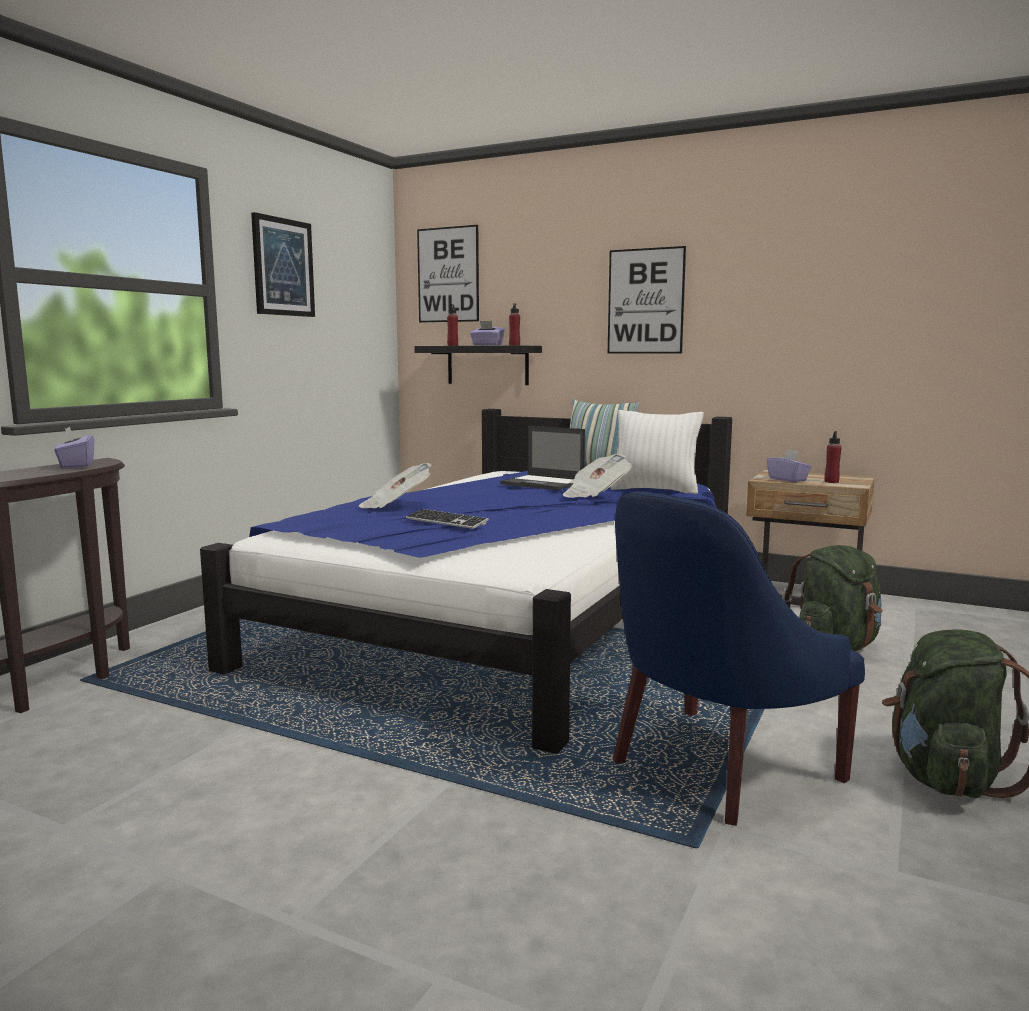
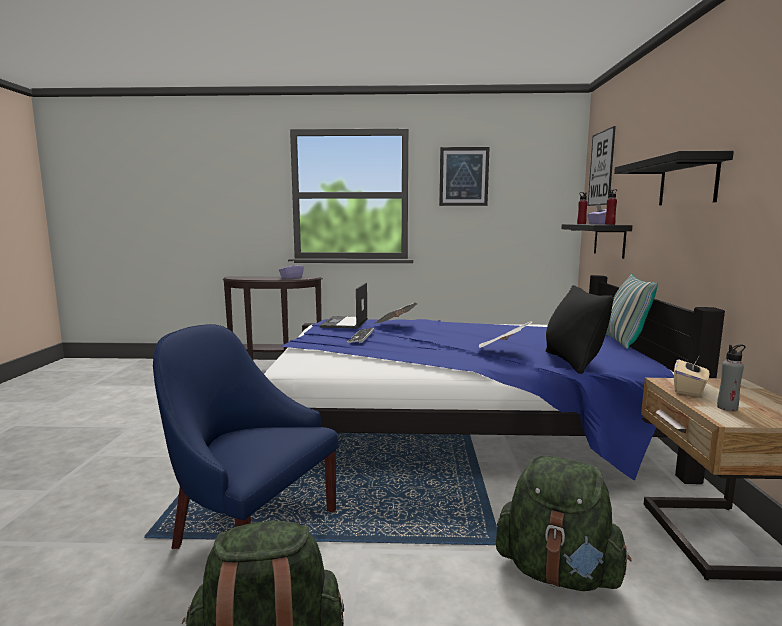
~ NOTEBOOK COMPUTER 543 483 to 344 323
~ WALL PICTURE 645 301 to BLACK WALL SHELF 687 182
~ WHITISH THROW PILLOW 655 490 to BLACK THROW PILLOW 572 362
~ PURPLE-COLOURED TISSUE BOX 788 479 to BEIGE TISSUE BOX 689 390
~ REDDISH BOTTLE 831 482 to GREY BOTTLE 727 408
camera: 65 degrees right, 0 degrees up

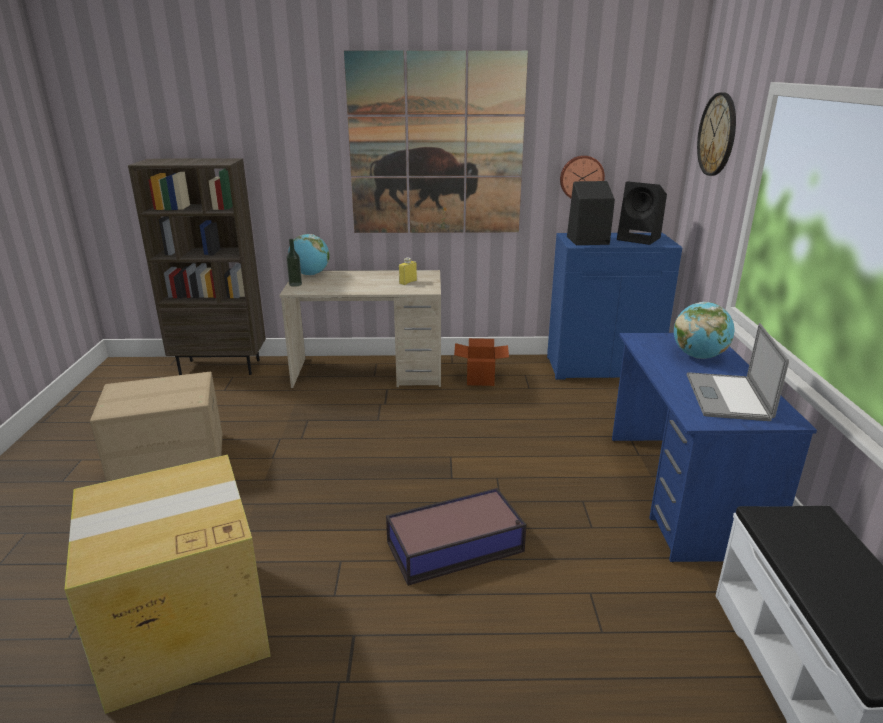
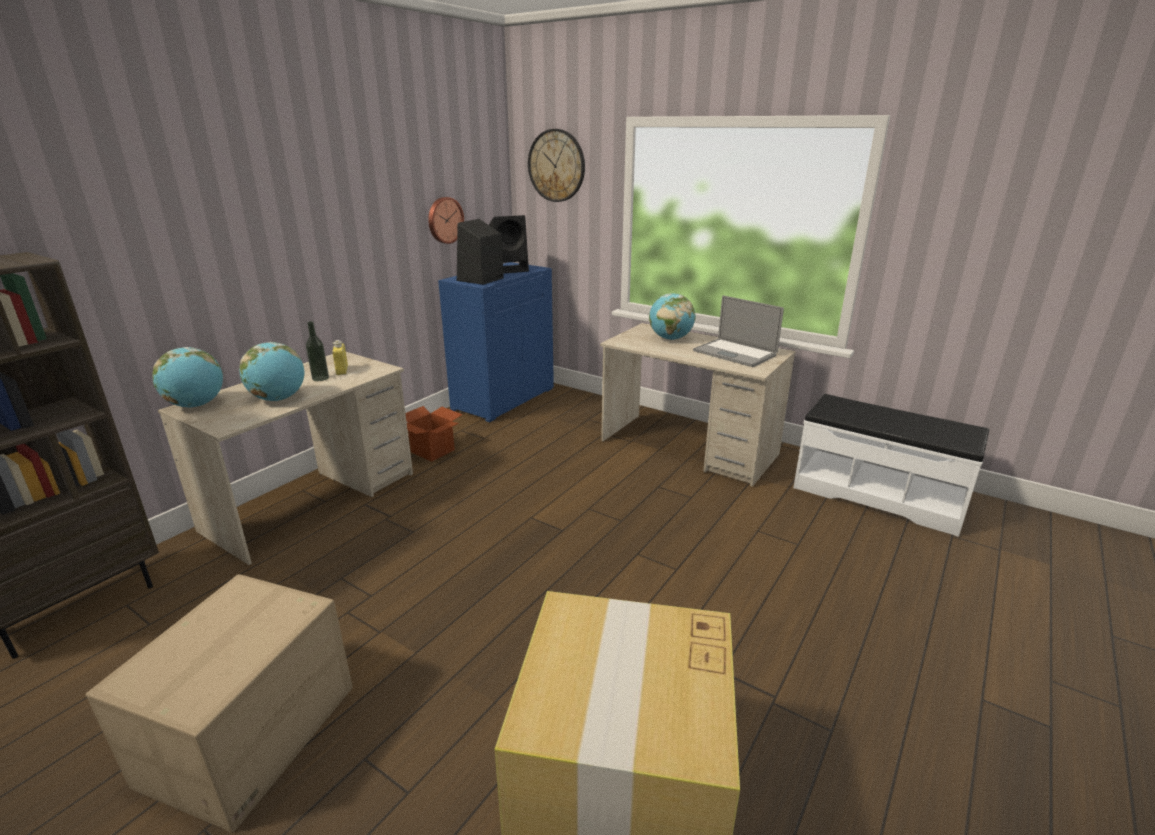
~ BOTTLE 295 284 to 320 378
- WALL PICTURE 436 146
- STORAGE CONTAINER 457 547
~ BLUE-COLOURED DESK 682 492 to BEIGE DESK 688 448
+ WORLD GLOBE 278 399
camera: 55 degrees left, 0 degrees up

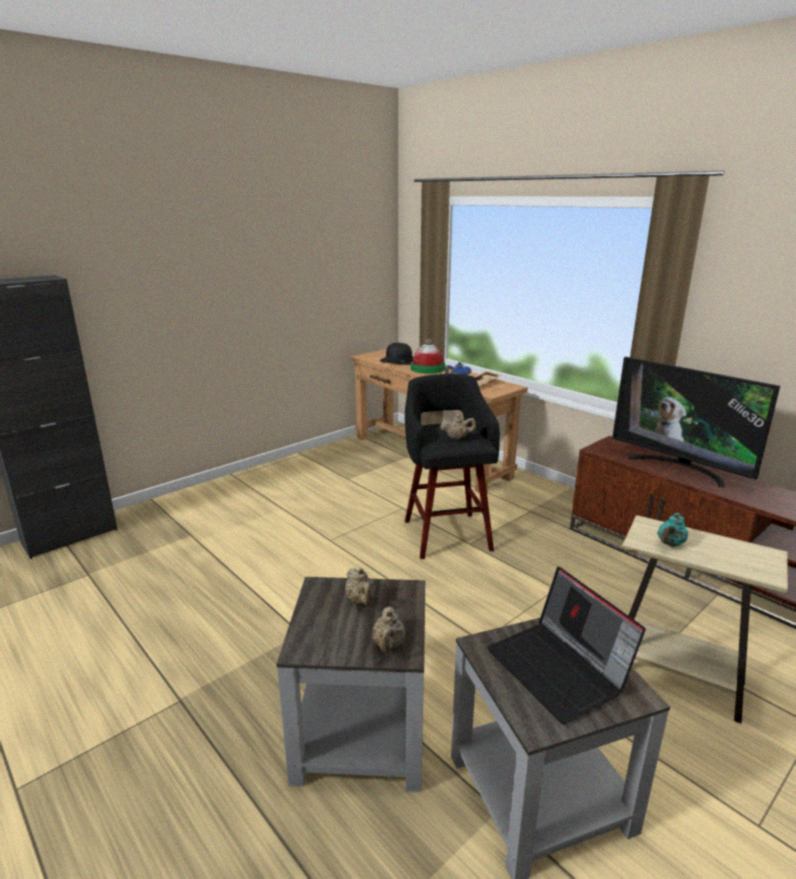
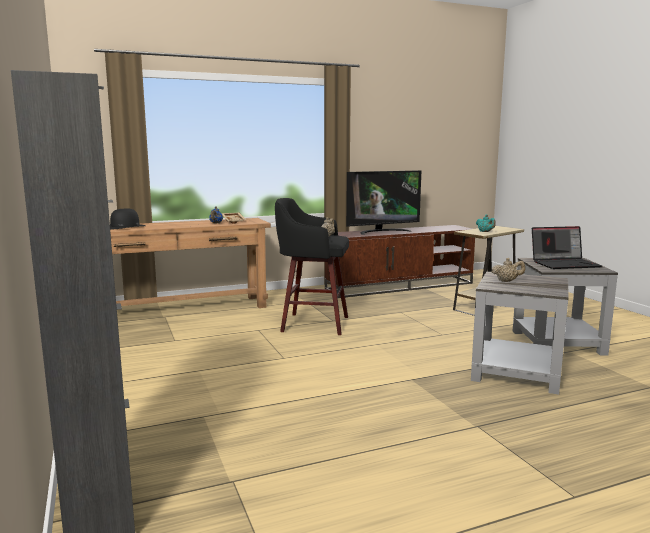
- BEIGE TEAPOT 388 645
- WEARABLE HAT 428 369
camera: 70 degrees left, 10 degrees down

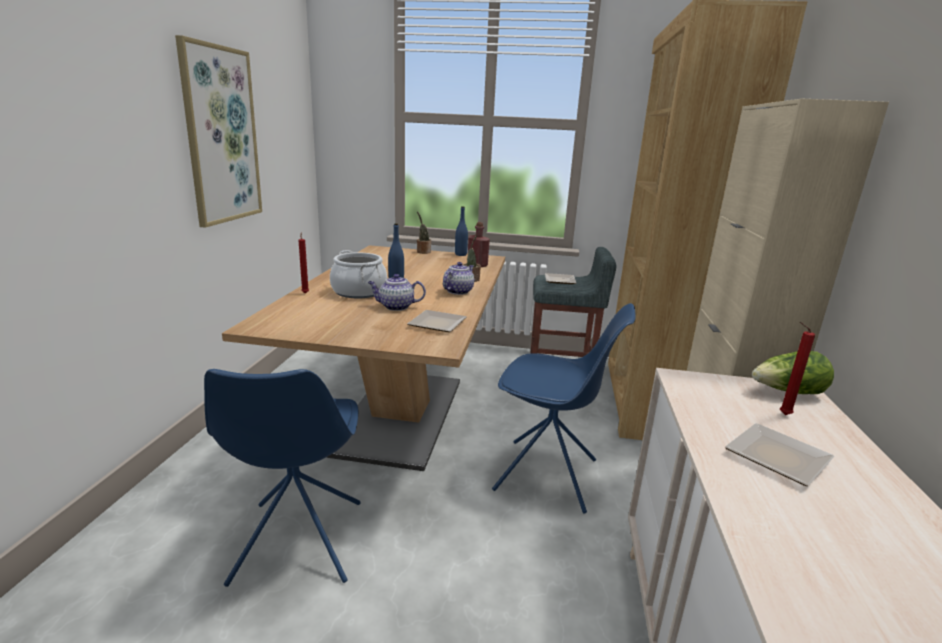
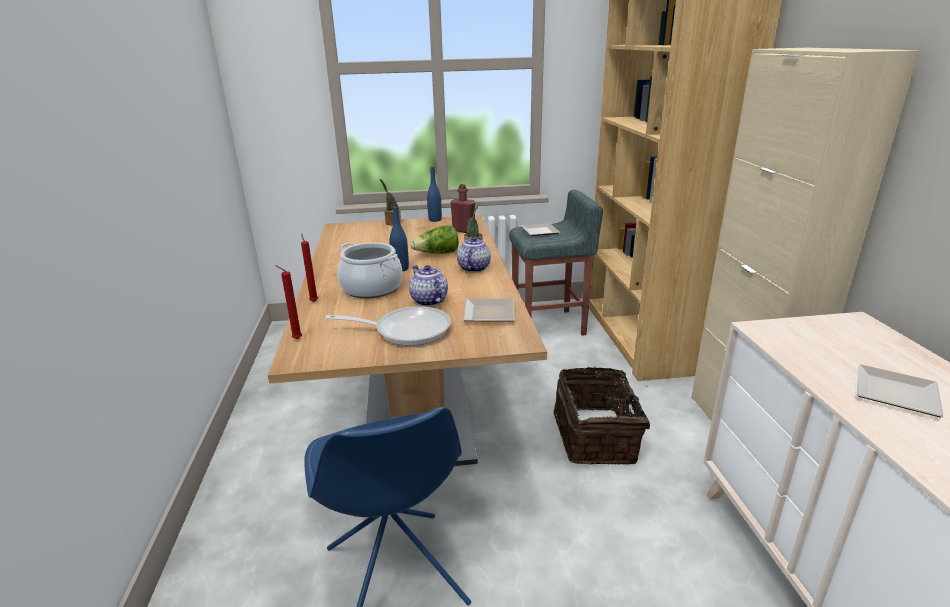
- WALL PICTURE 221 136
~ TEAPOT 395 307 = 428 300 75 degrees clockwise
~ BLUE-COLOURED PLAIN CHAIR 548 475 to STORAGE BASKET 597 436
~ HEAD OF LETTUCE 787 392 to 437 254
~ REDDISH WAX CANDLE 782 414 to 295 339
+ PAN 406 330
camera: 15 degrees left, 5 degrees up

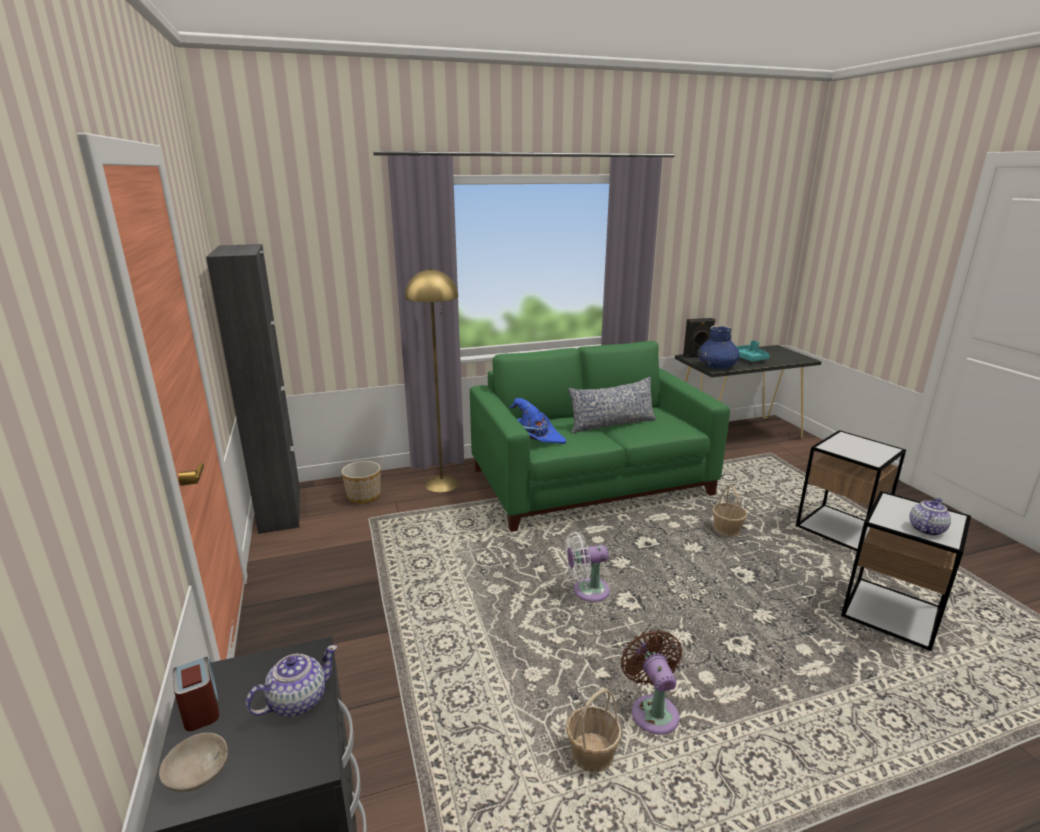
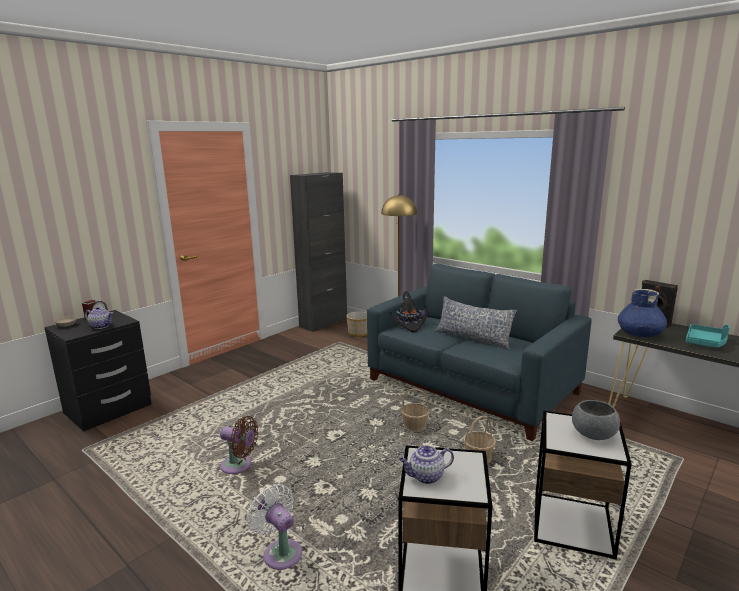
~ GREENISH SOFA 591 482 to BLUE-COLOURED SOFA 471 387
~ BLUE-COLOURED WEARABLE HAT 533 438 to BLACK WEARABLE HAT 408 323
~ WHITISH COOLING FAN 587 591 to 280 552
~ STORAGE BASKET 591 753 to 414 426
~ BROWNISH COOLING FAN 653 710 = 239 466 60 degrees clockwise
~ TEAPOT 926 529 = 425 477 150 degrees clockwise
+ GREY BOWL 593 434
camera: 60 degrees right, 5 degrees down

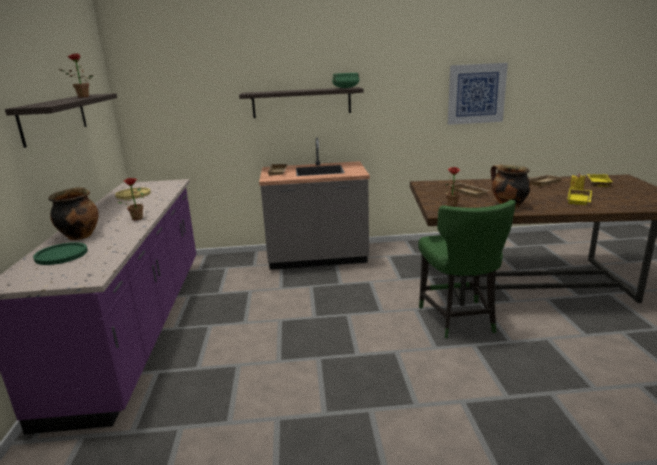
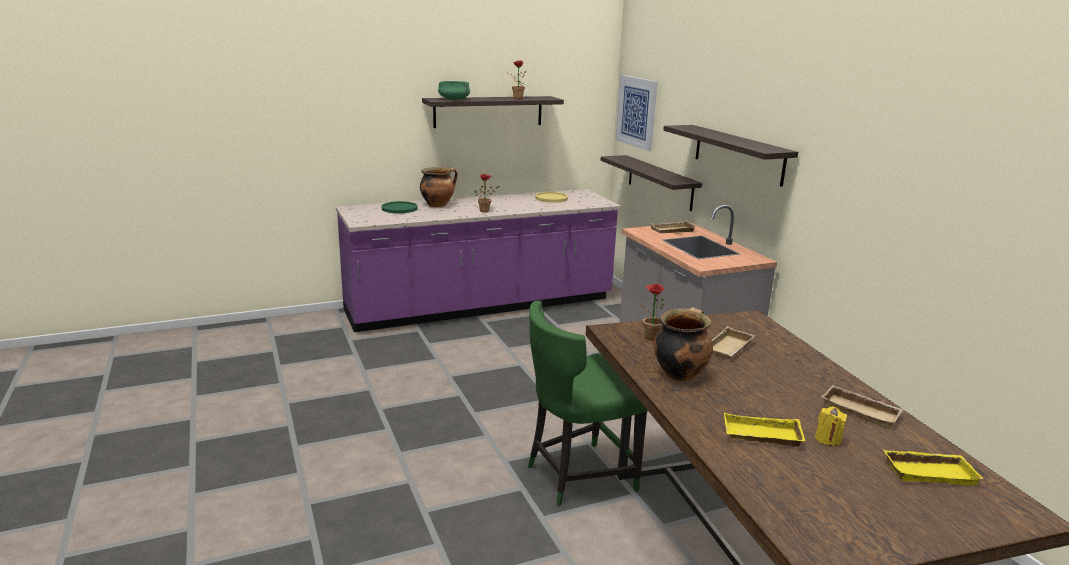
~ GREENISH STOCKPOT 346 88 to 453 99
~ WALL PICTURE 476 94 to 636 112
+ WALL SHELF 660 182
camera: 70 degrees right, 0 degrees up

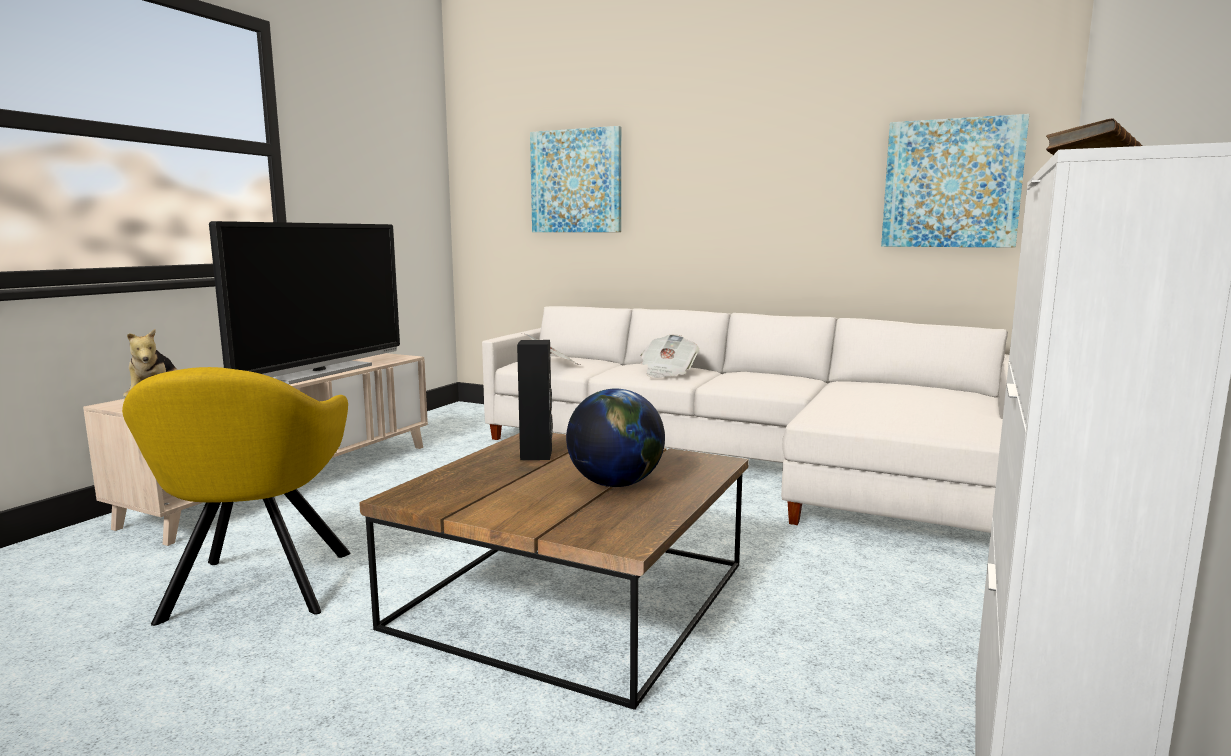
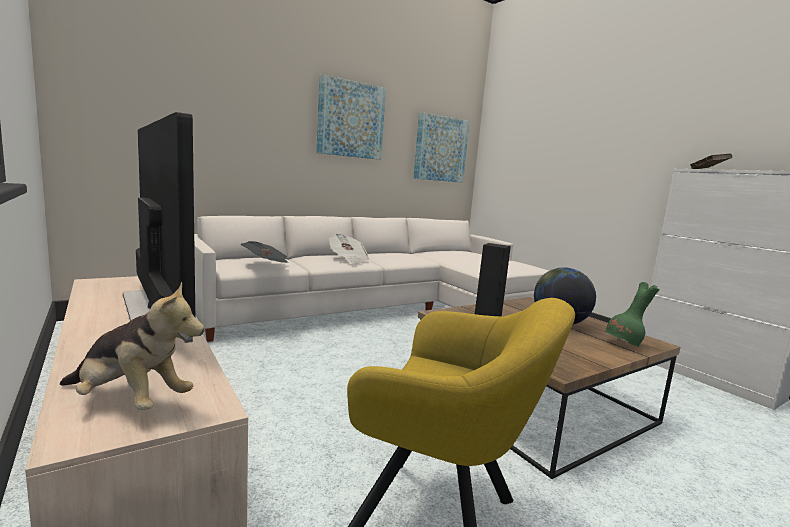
~ WALL PICTURE 576 181 to 350 119
+ GREENISH VASE 624 344
camera: 60 degrees left, 0 degrees up

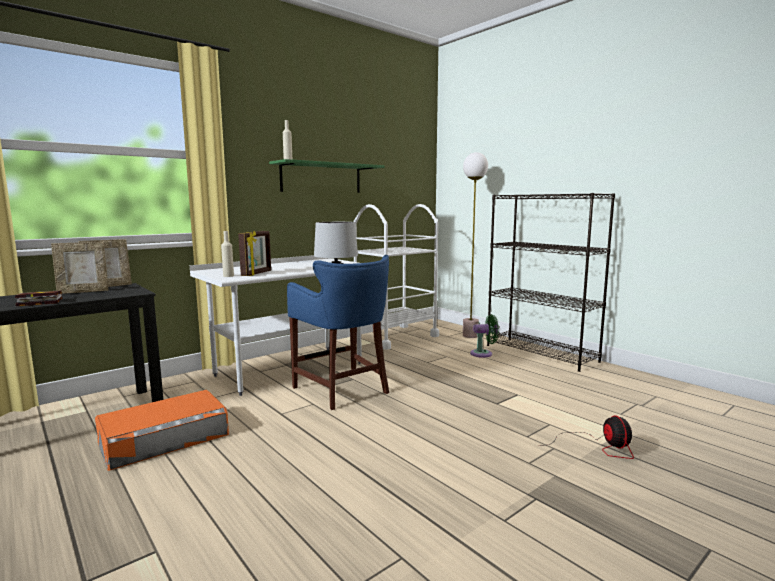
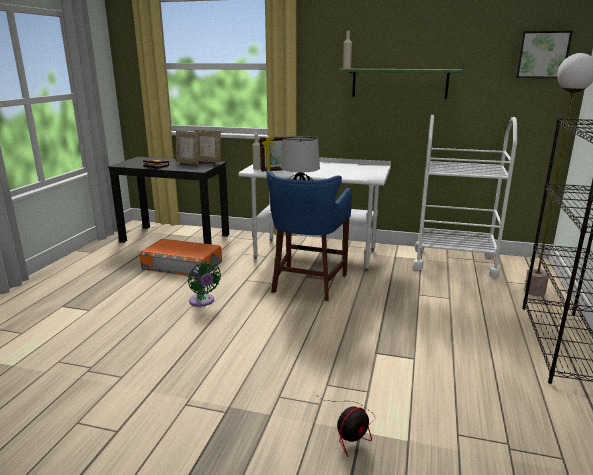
~ GREENISH COOLING FAN 483 354 to 203 301
+ WALL PICTURE 542 55
camera: 55 degrees right, 10 degrees up

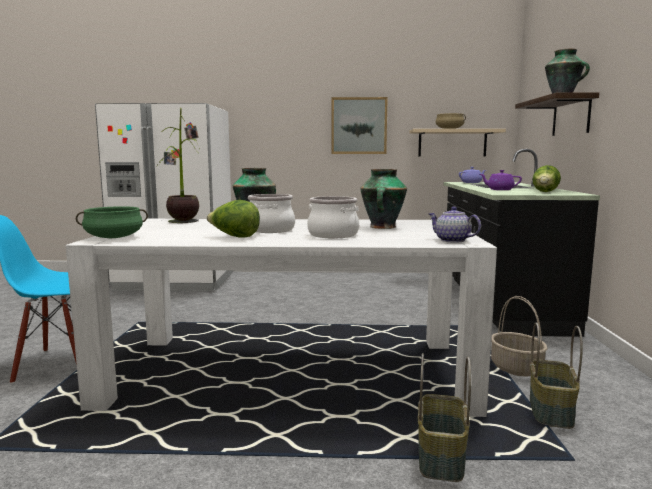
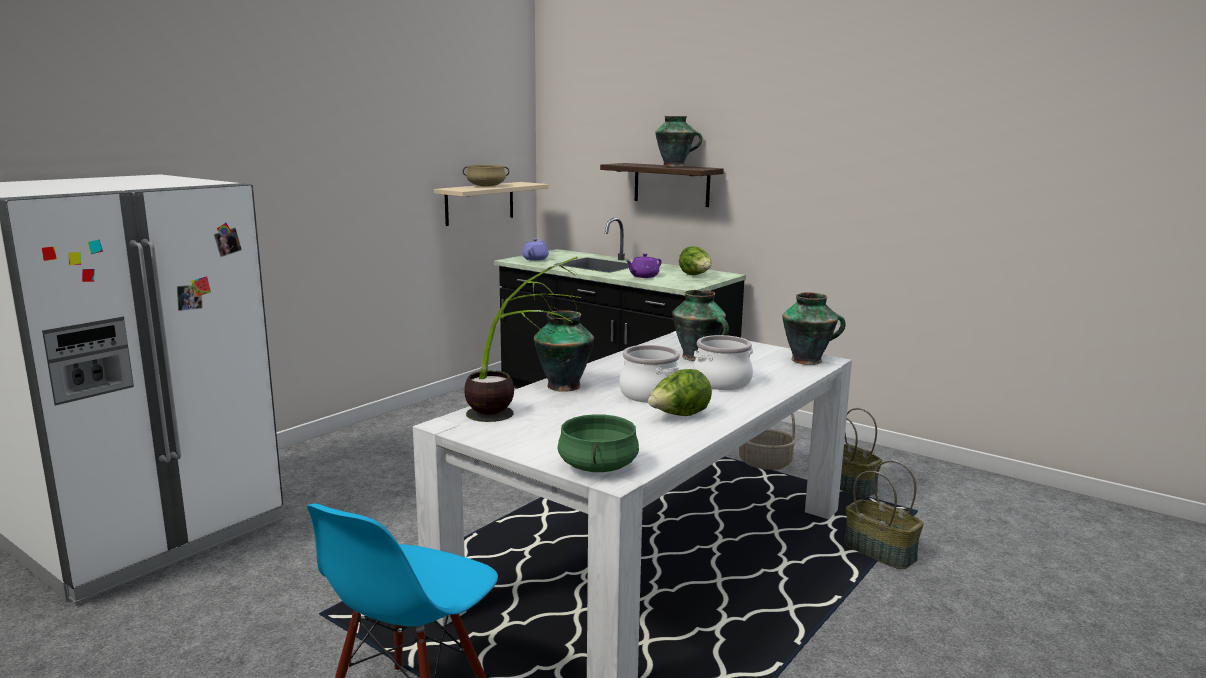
- WALL PICTURE 359 126
~ TEAPOT 452 240 to VASE 808 360
camera: 55 degrees left, 5 degrees up

